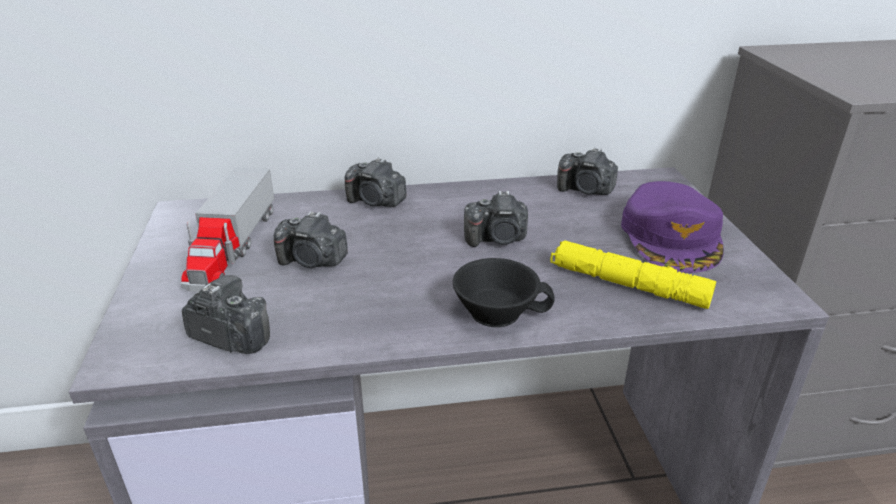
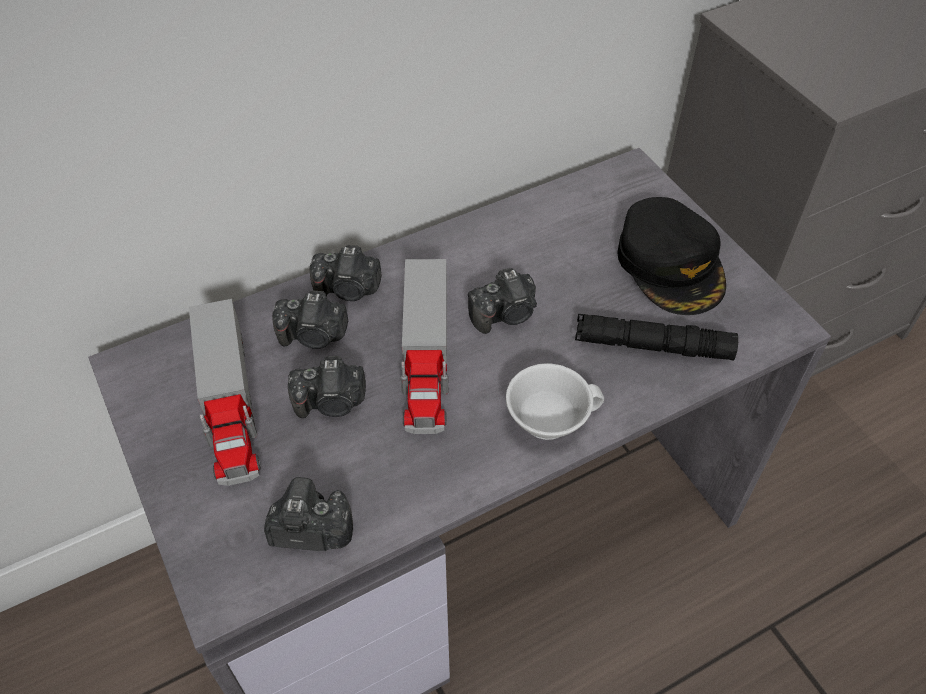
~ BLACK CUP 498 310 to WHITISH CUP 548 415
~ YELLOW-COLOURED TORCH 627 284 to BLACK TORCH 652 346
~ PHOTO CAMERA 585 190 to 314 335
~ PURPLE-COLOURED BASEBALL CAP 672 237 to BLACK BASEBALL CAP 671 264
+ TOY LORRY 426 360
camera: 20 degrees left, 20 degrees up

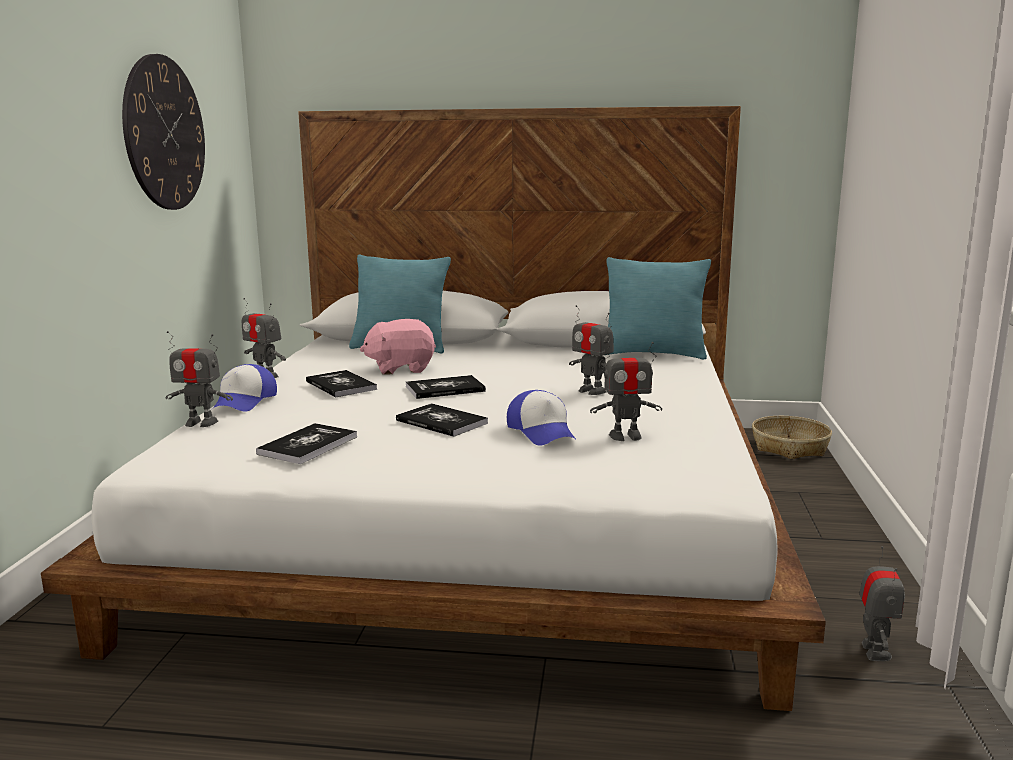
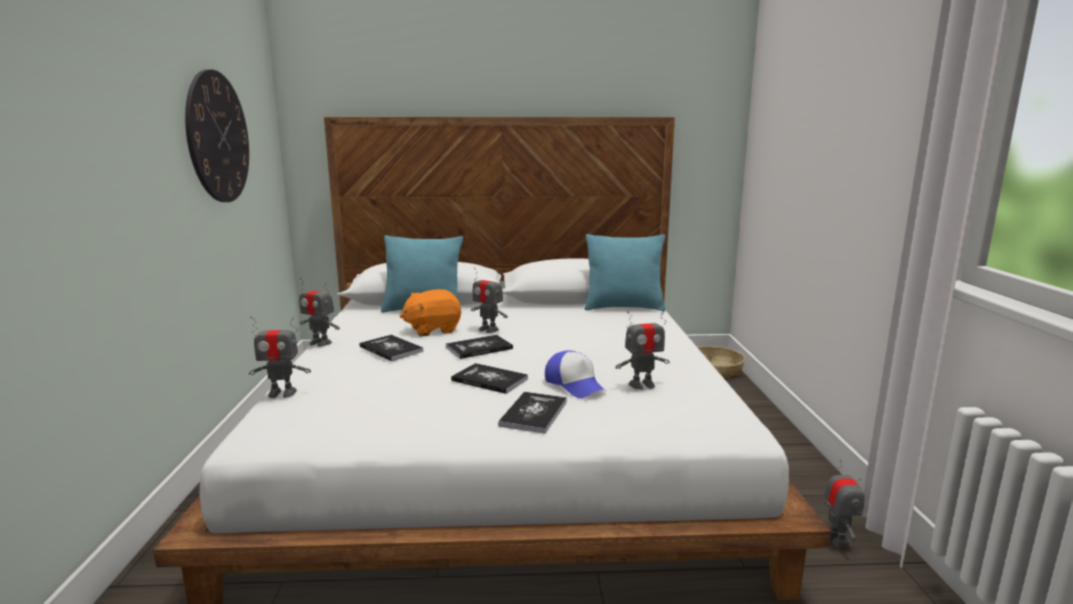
- BASEBALL CAP 245 401
~ VOLUME 308 445 to 533 413
~ PINKISH SOFT TOY 401 368 to ORANGE-COLOURED SOFT TOY 432 330
~ ROBOT FIGURE 592 391 to 488 329
camera: 10 degrees left, 0 degrees up

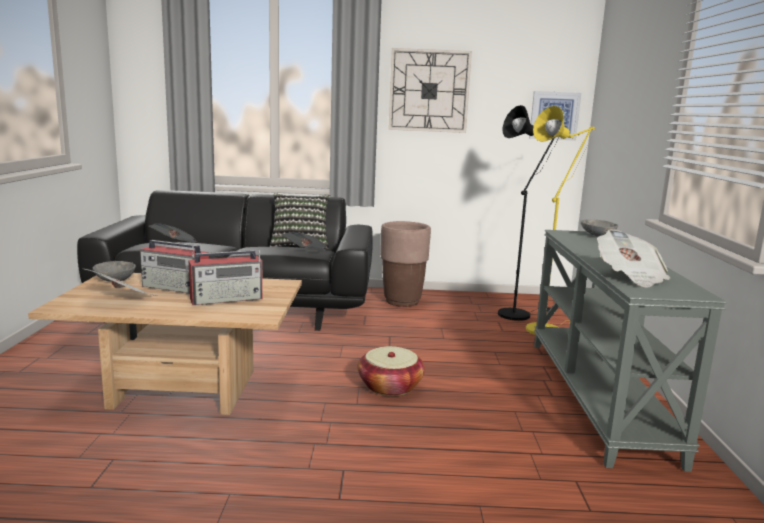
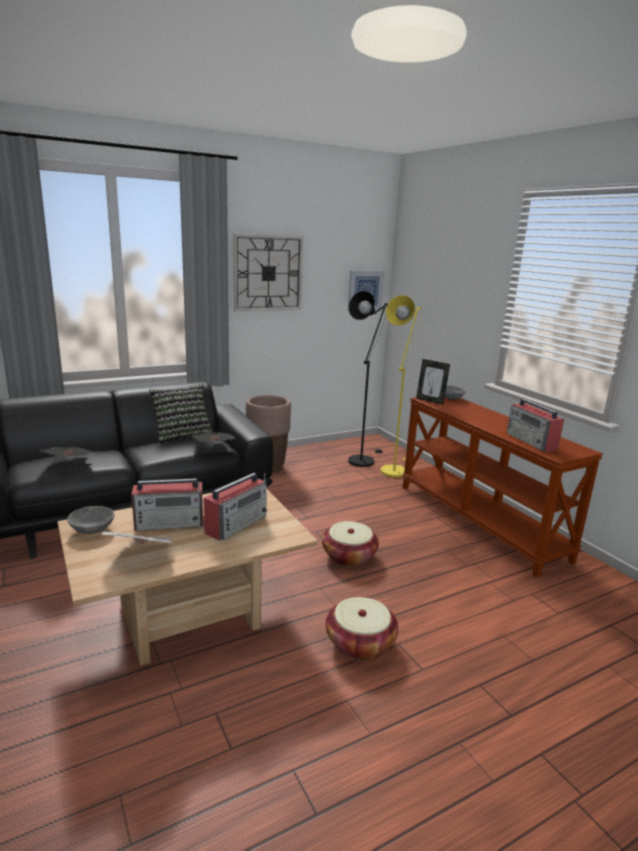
~ GREY CONSOLE TABLE 598 396 to BROWNISH CONSOLE TABLE 480 521
~ NEWSPAPER 630 277 to RADIO SET 531 442
+ STORAGE BASKET 360 643
+ PHOTO FRAME 430 401
camera: 30 degrees left, 5 degrees up

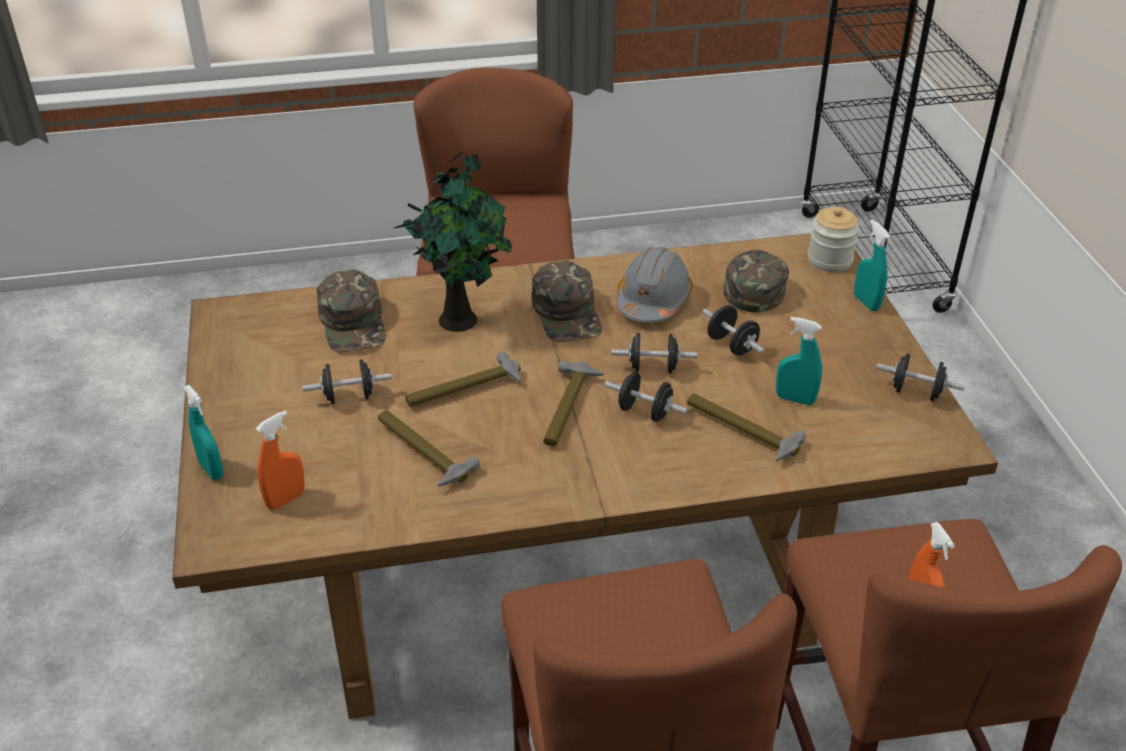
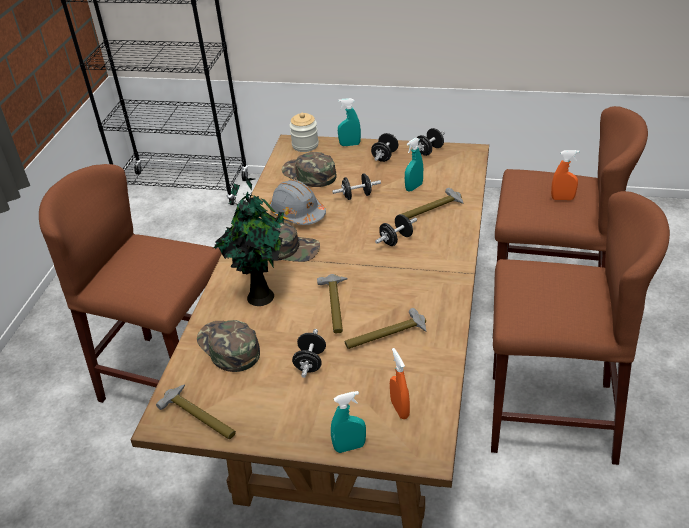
~ GREENISH BASEBALL CAP 354 322 = 228 347 135 degrees counterclockwise
~ HAND HAMMER 567 409 to 200 418
~ BLACK DUMBBELL 653 368 to 385 156
camera: 65 degrees left, 0 degrees up

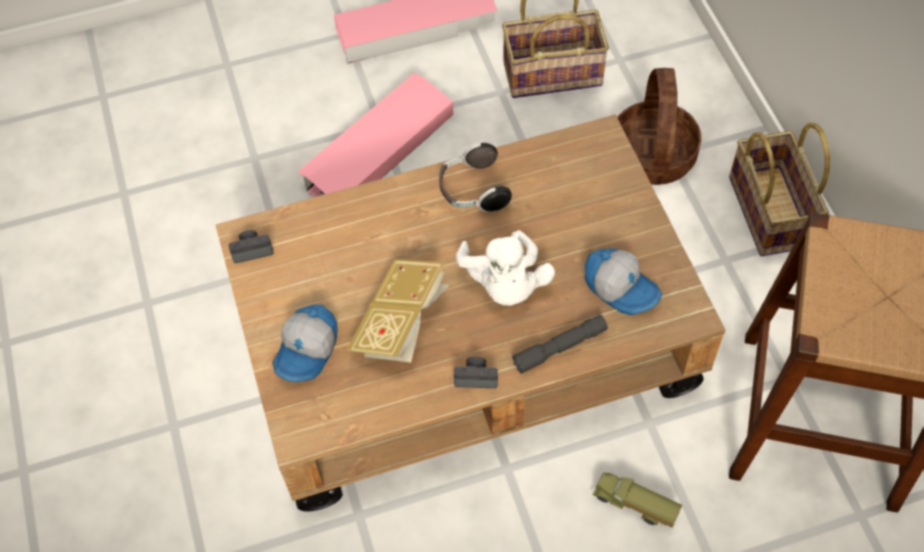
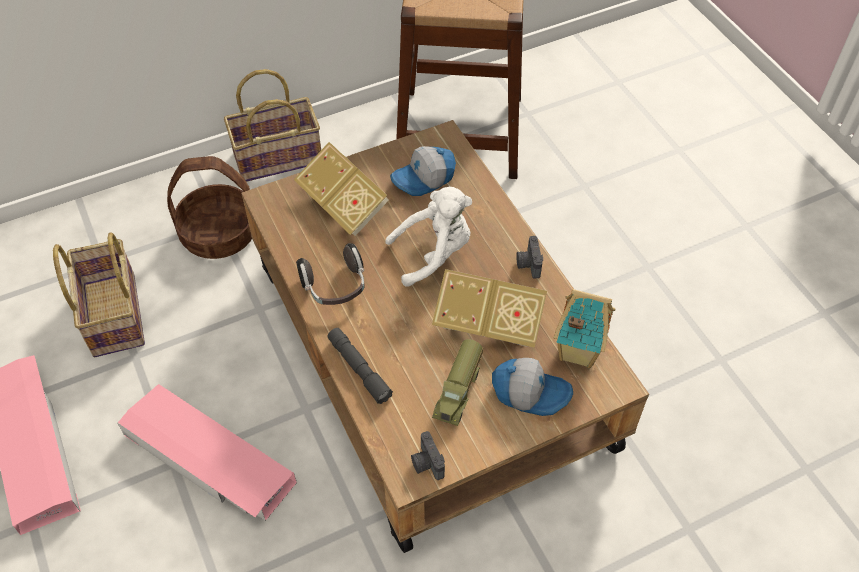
~ GREY TORCH 560 347 to 359 369
~ BASEBALL CAP 621 287 = 424 179 150 degrees counterclockwise
~ TOY LORRY 635 505 to 459 391
+ VOLUME 344 205
+ MINIATURE HOUSE 577 350
camera: 100 degrees left, 5 degrees down

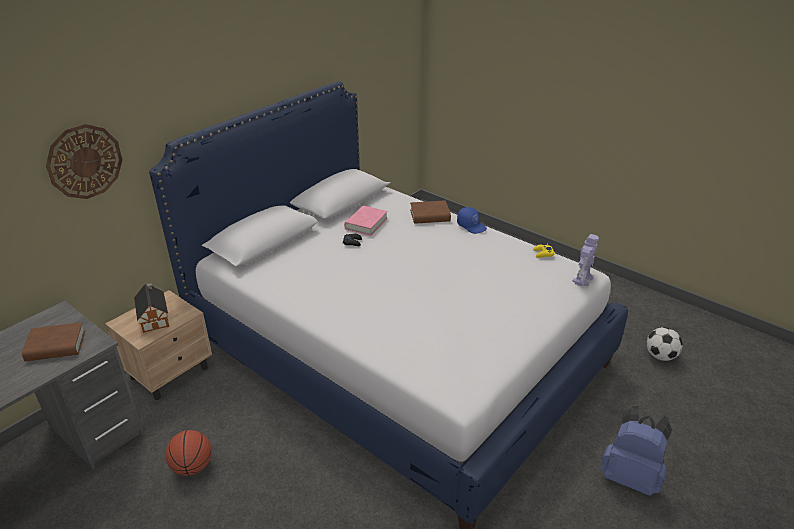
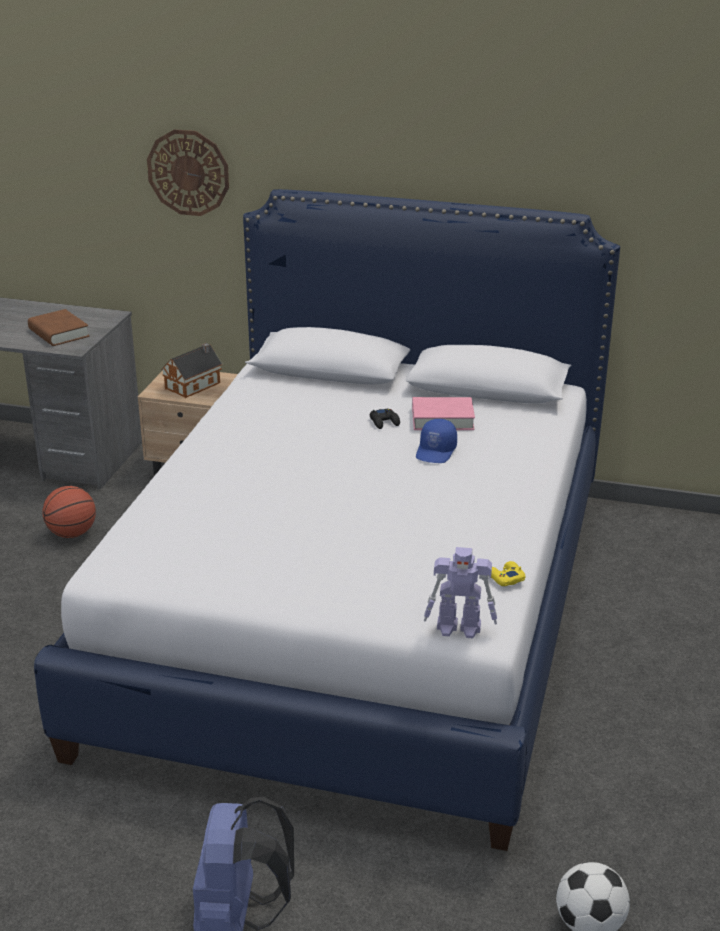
- BROWNISH VOLUME 430 216
~ BLUE-COLOURED BASEBALL CAP 472 226 to 436 451
camera: 65 degrees right, 5 degrees down

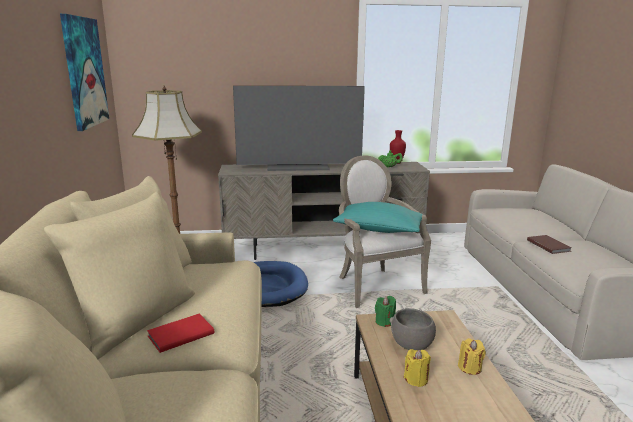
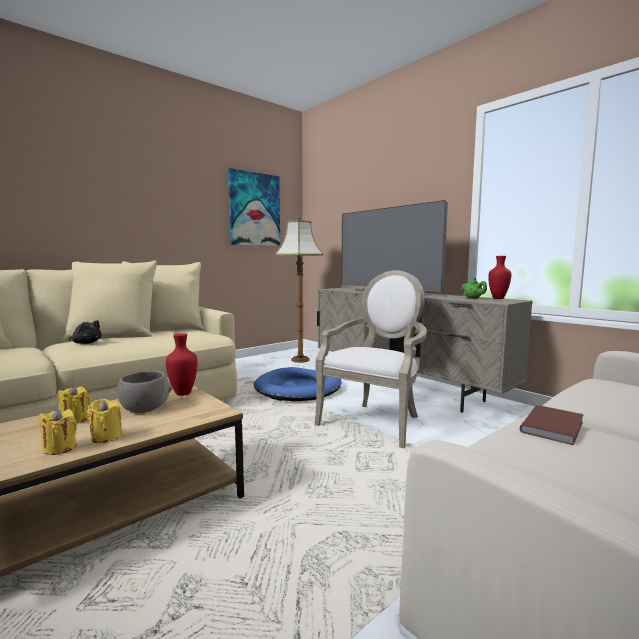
~ REDDISH VOLUME 179 334 to BLACK SOFT TOY 86 343
- TURQUOISE THROW PILLOW 379 230
~ GREENISH WAX CANDLE 385 322 to REDDISH VASE 184 393
+ YELLOW-COLOURED WAX CANDLE 59 448
camera: 55 degrees right, 10 degrees down

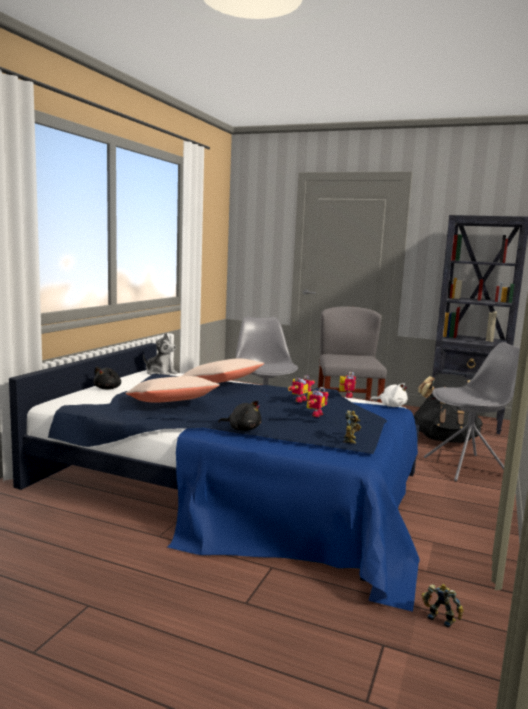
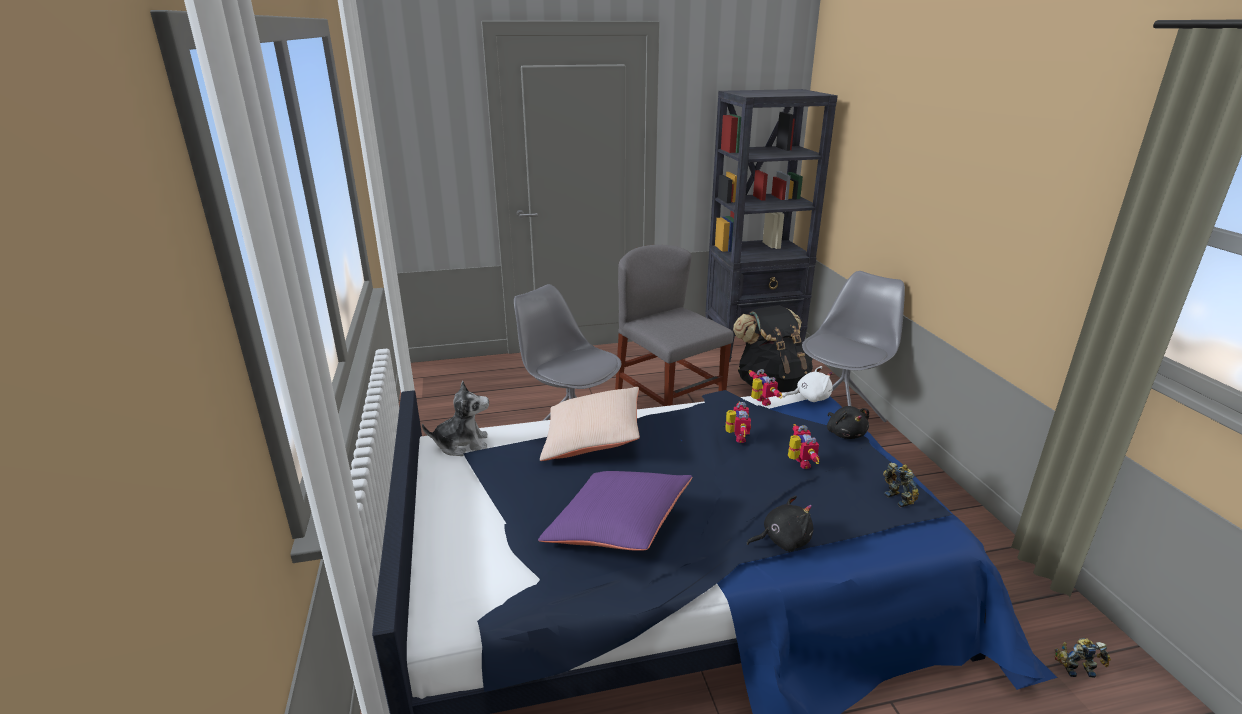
~ BLACK SOFT TOY 108 388 to 845 433
~ BEIGE THROW PILLOW 171 404 to PURPLE-COLOURED THROW PILLOW 617 527
camera: 35 degrees left, 15 degrees up

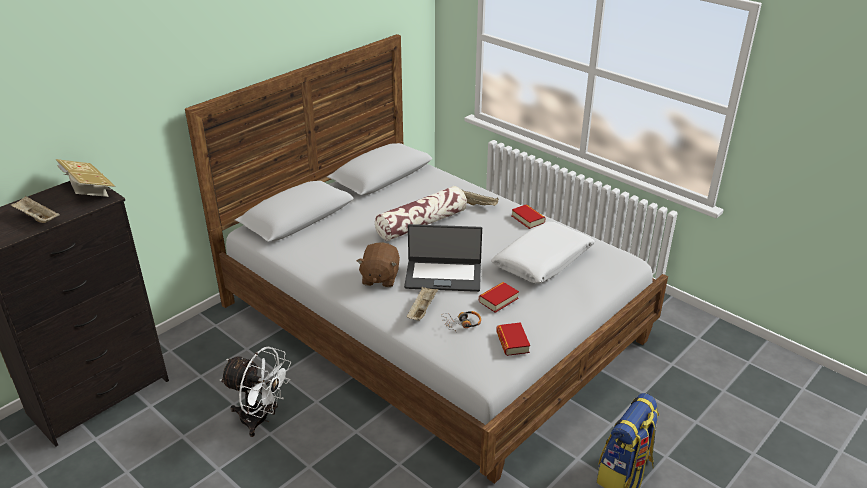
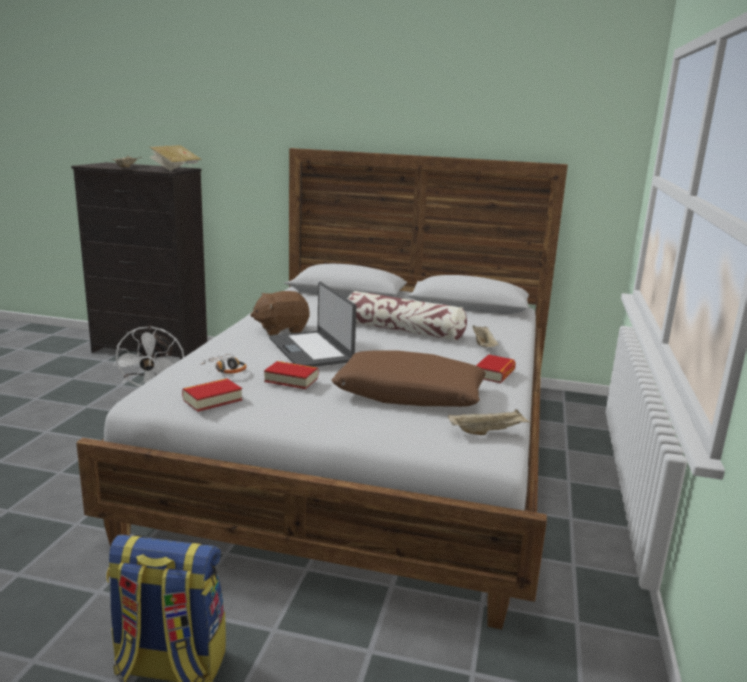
~ BEIGE TRAY 422 310 to 487 432
~ WHITISH THROW PILLOW 543 261 to BROWNISH THROW PILLOW 410 394
camera: 60 degrees right, 15 degrees down

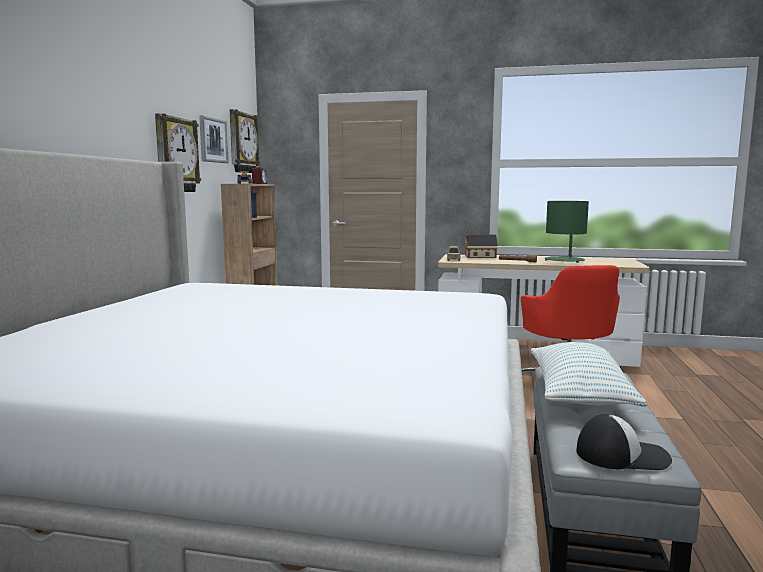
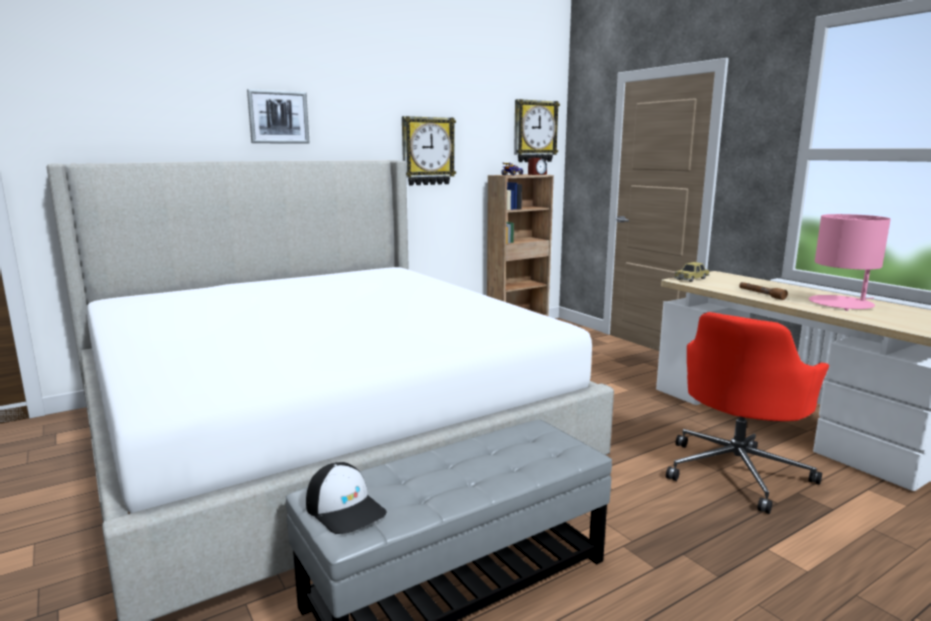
~ WALL PICTURE 213 140 to 278 117
- MINIATURE HOUSE 479 256
- THROW PILLOW 579 395
~ GREENISH TABLE LAMP 564 260 to PINKISH TABLE LAMP 841 304
camera: 45 degrees right, 5 degrees up

